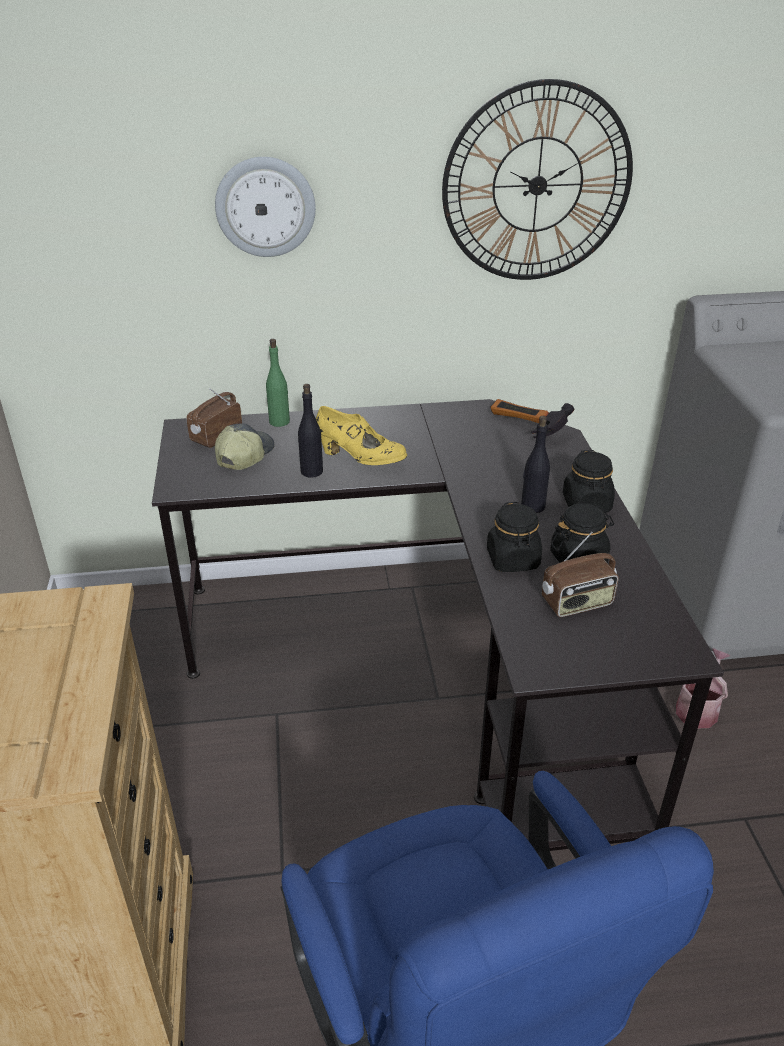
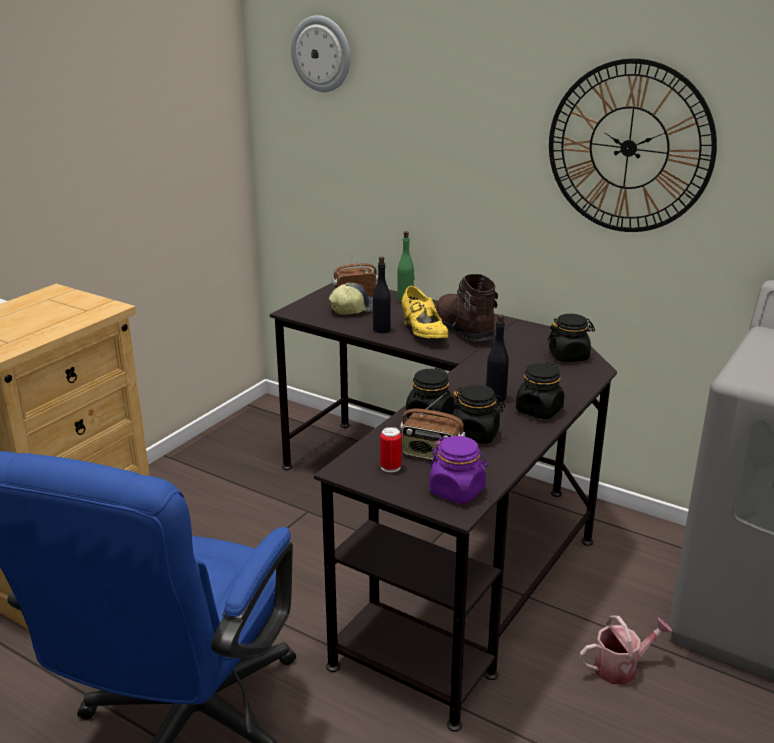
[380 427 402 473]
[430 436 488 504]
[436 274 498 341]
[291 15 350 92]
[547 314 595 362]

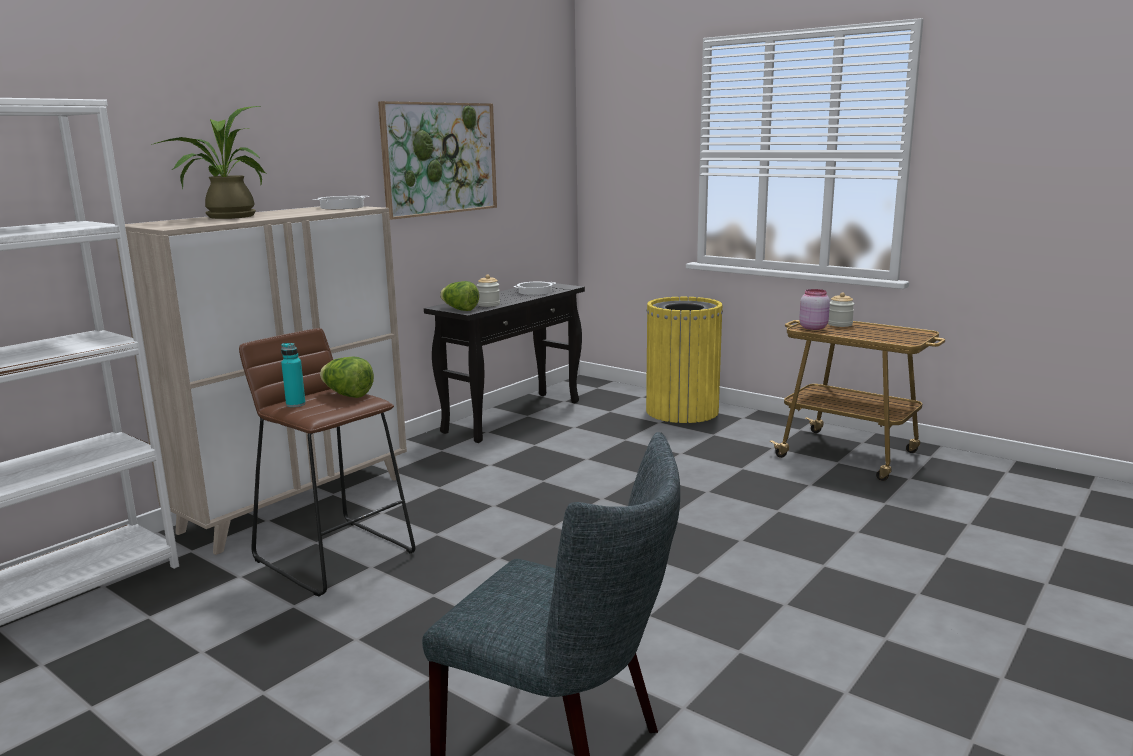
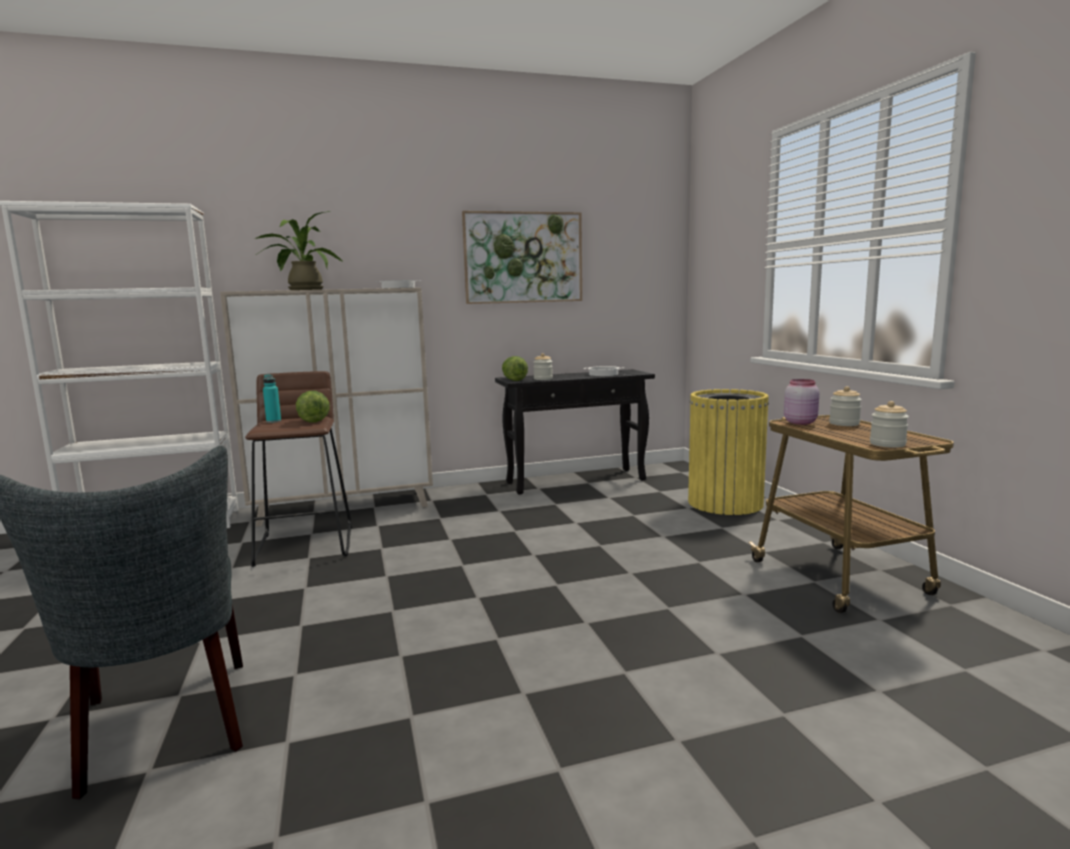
[870 401 909 448]

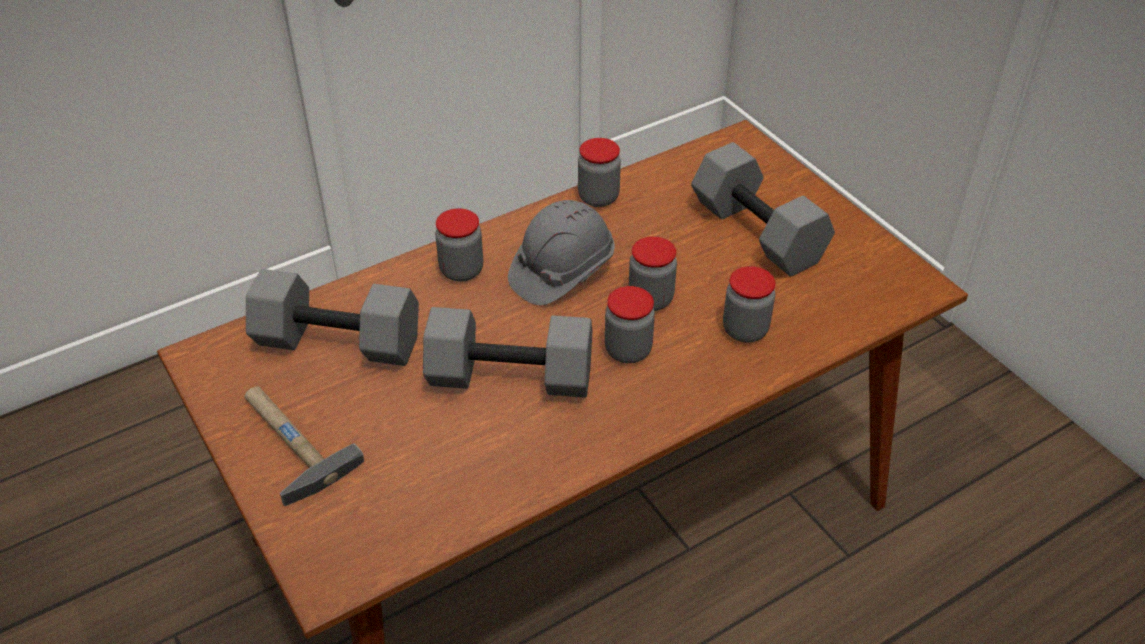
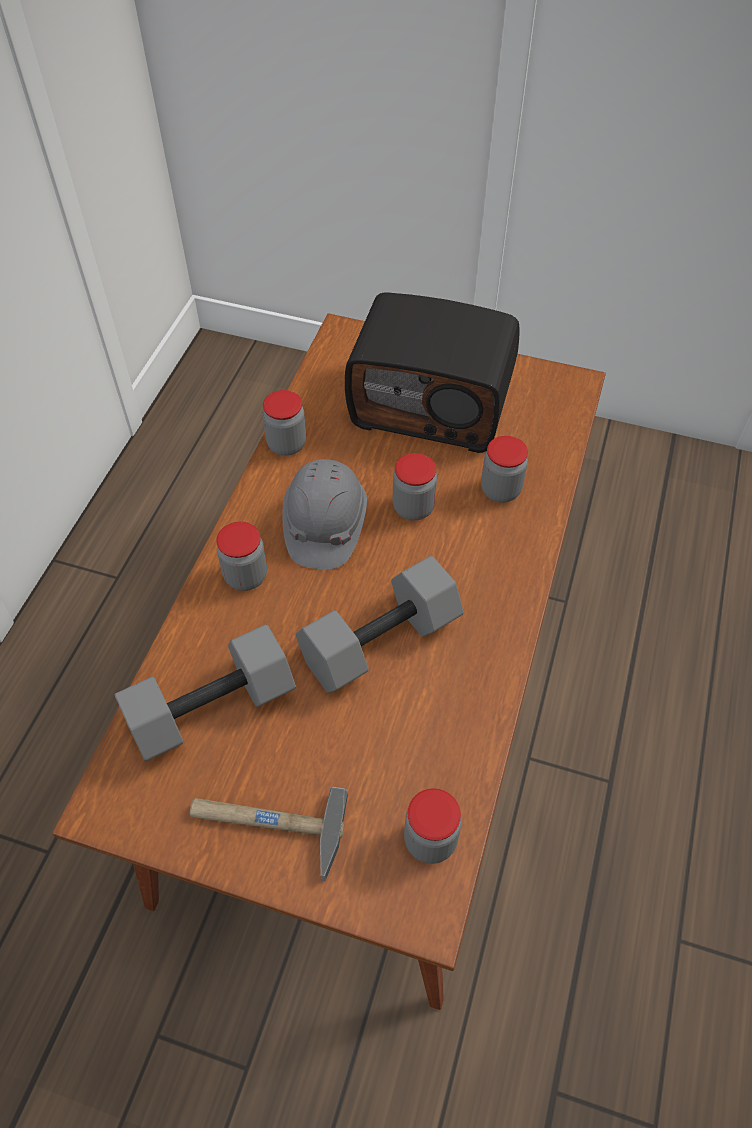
[404 788 462 864]
[345 293 520 453]

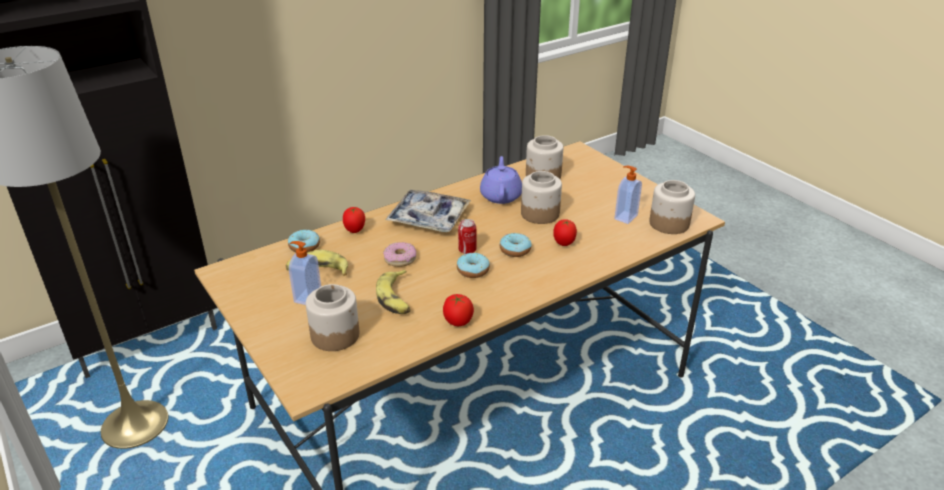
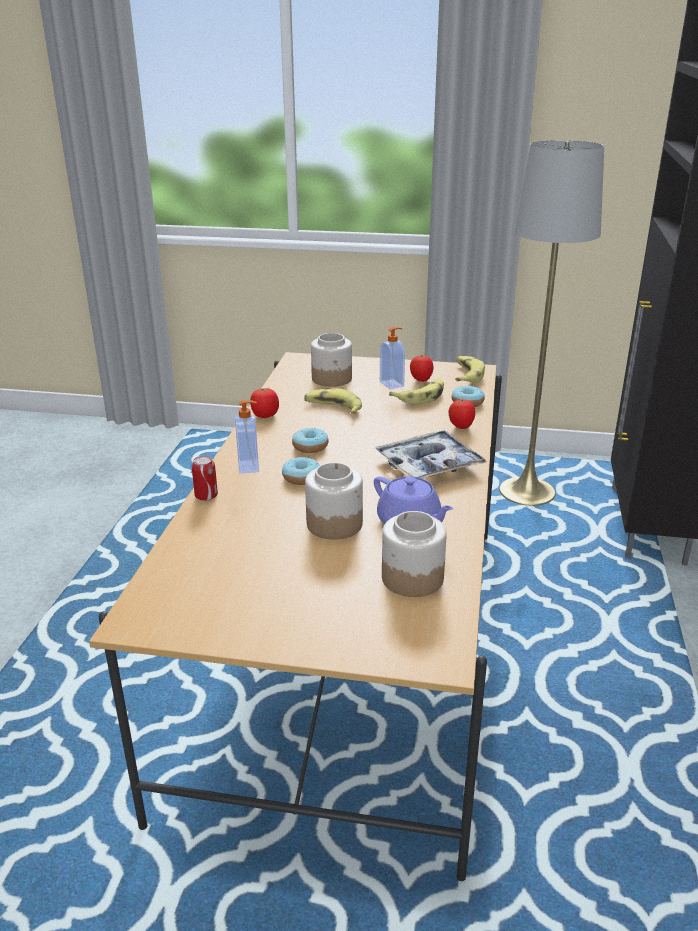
[383 242 416 267] (first image)
[649 180 695 234] (first image)
[455 356 485 382]
[192 456 218 501]
[410 354 434 382]
[235 400 259 474]

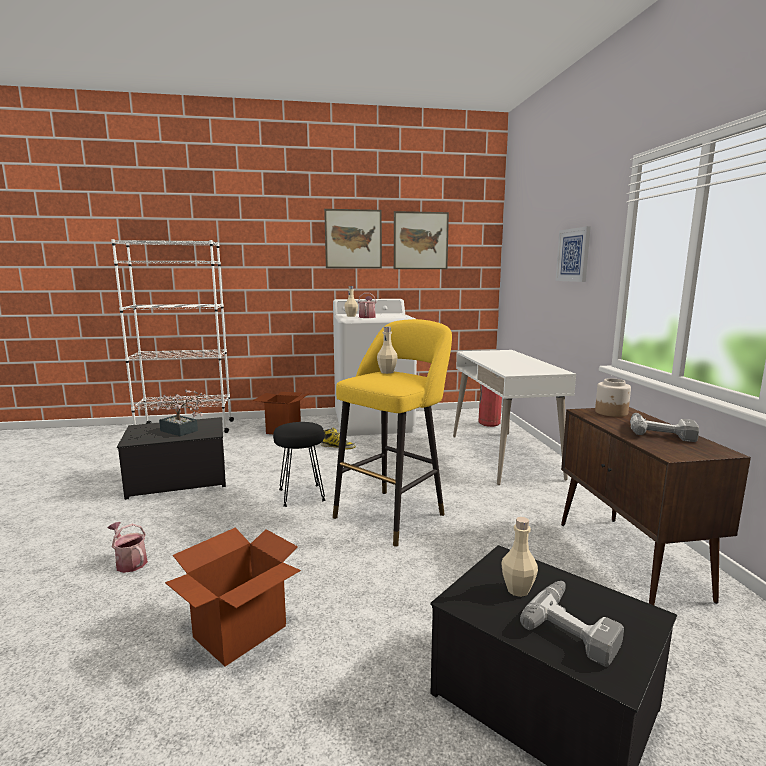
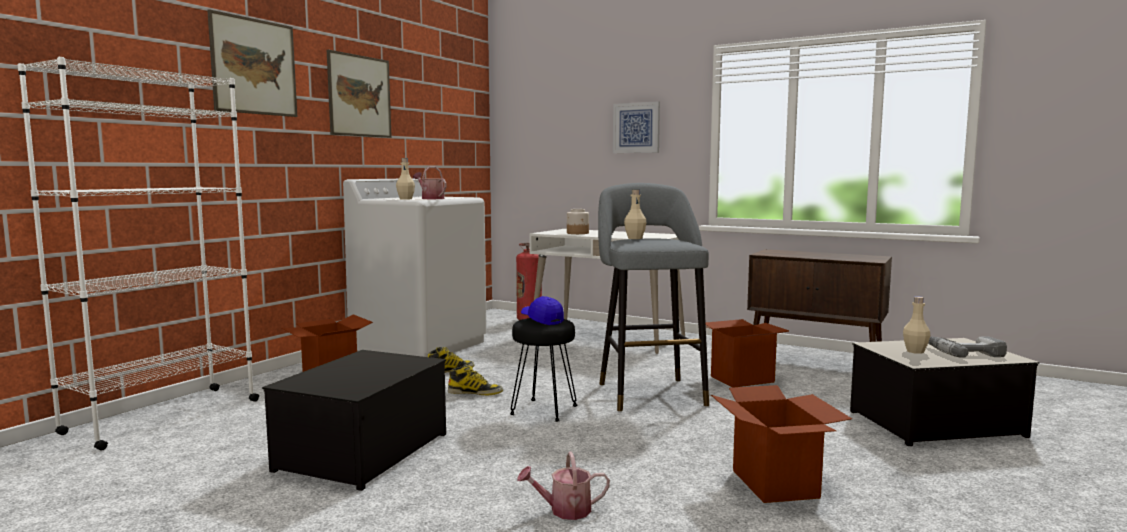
[151 390 206 436] (first image)
[630 413 699 442] (first image)
[448 364 503 396]
[521 296 564 325]
[706 319 789 388]
[207 9 297 117]
[567 209 589 234]
[598 183 709 411]

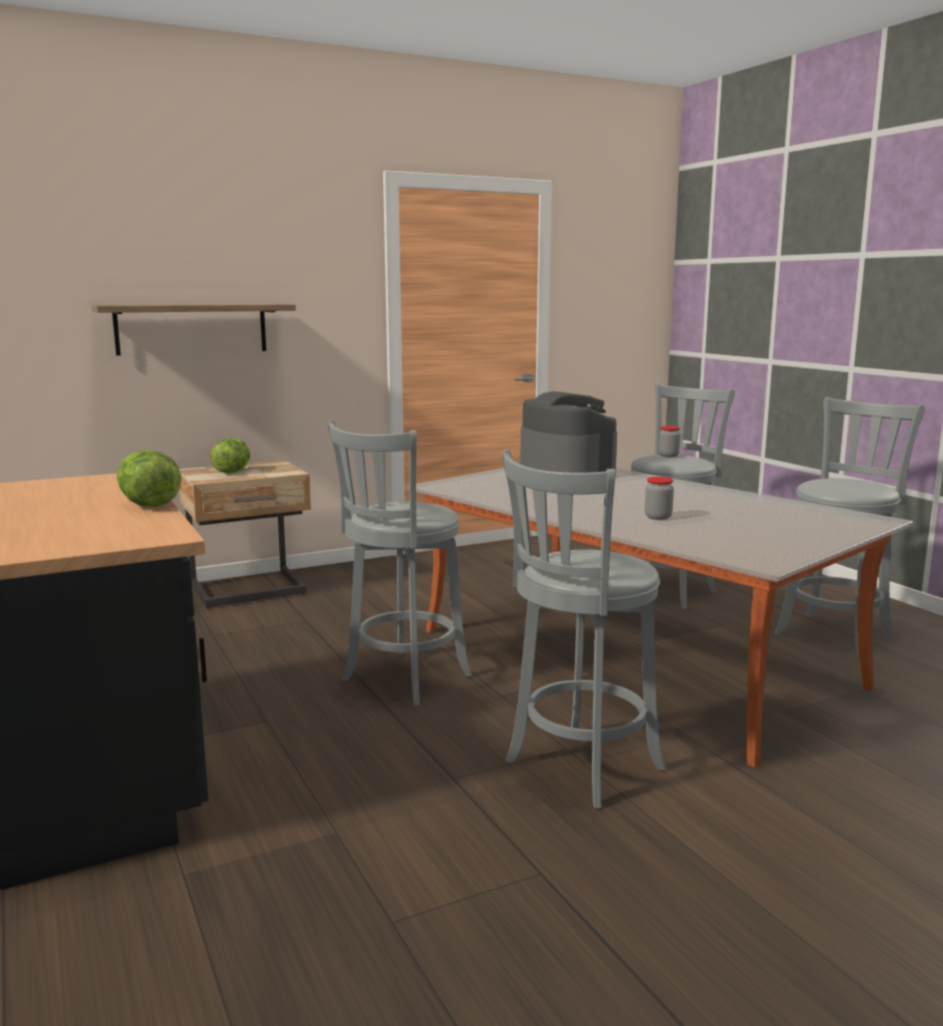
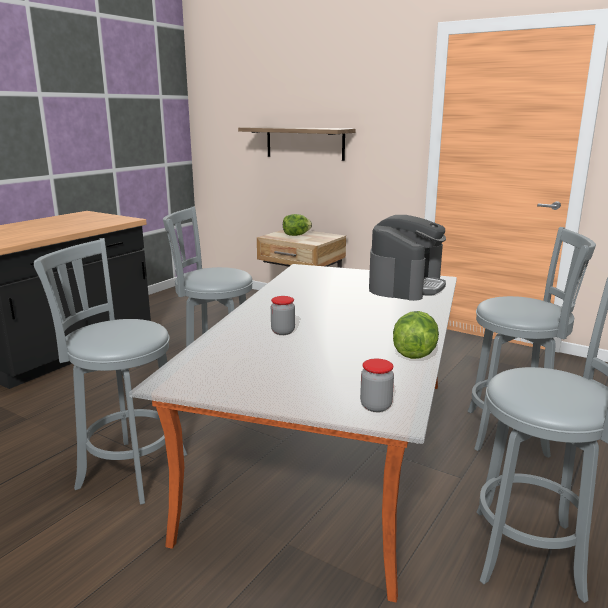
[393 311 439 359]
[360 359 394 412]

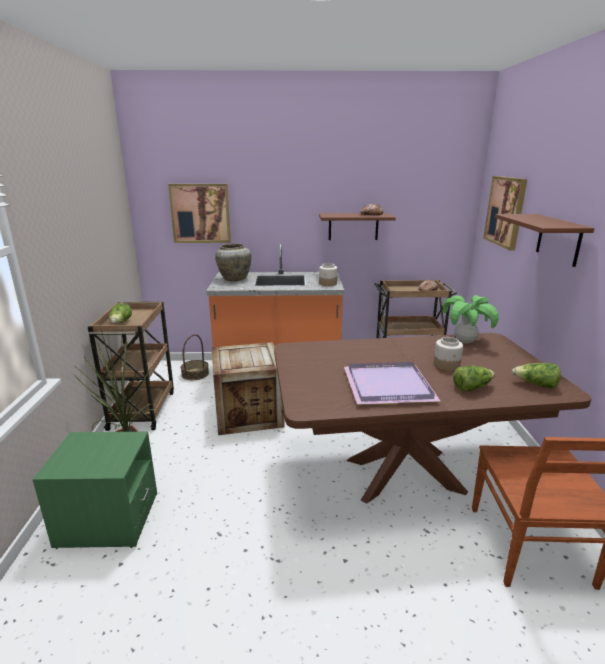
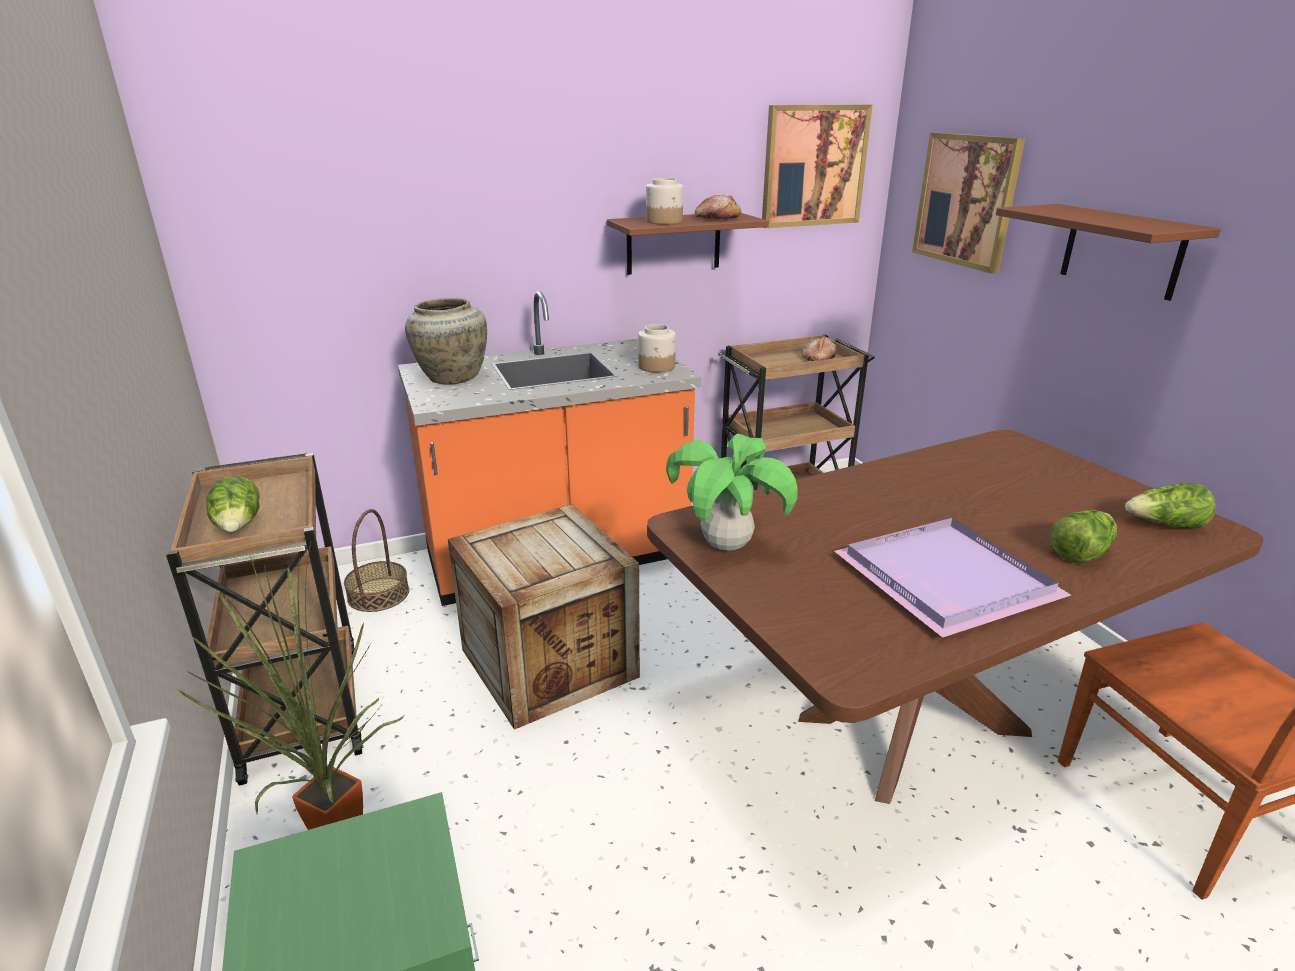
[762 105 872 228]
[646 178 683 224]
[666 433 798 551]

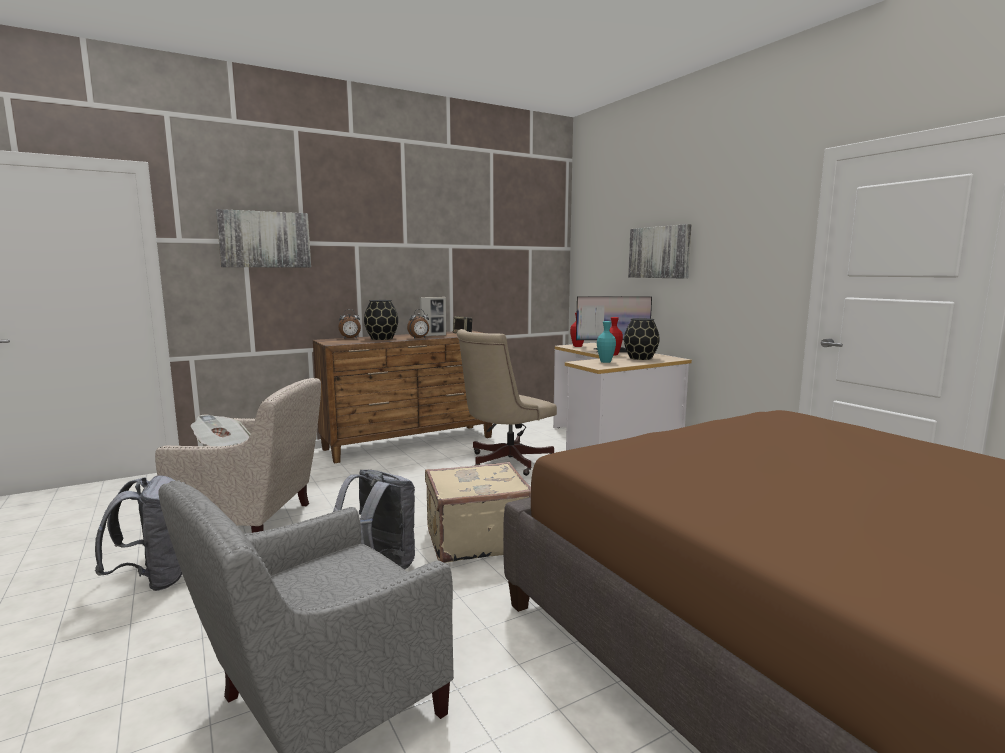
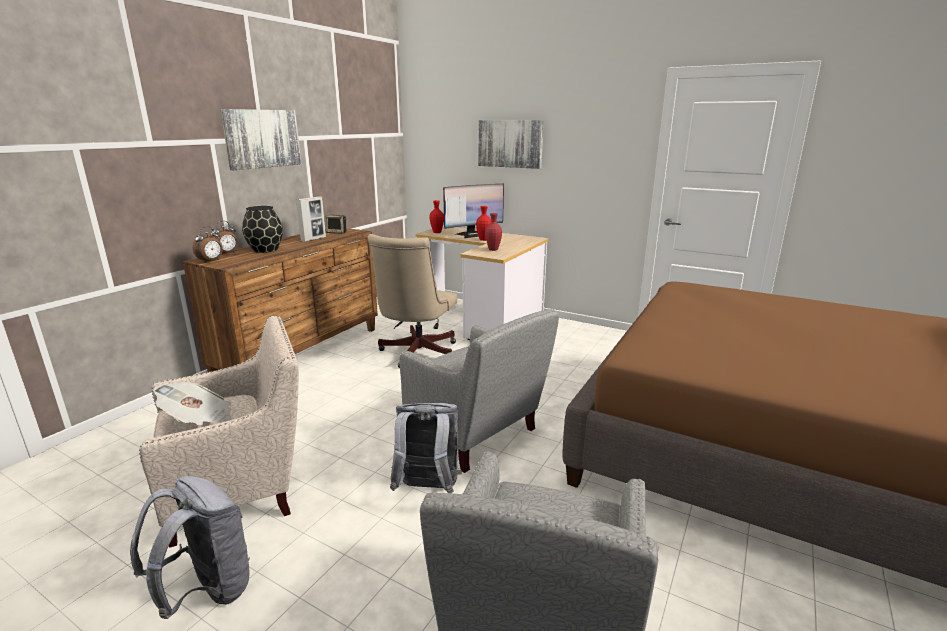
[624 318 660 360] (first image)
[220 109 301 170]
[193 226 223 263]
[400 309 559 473]
[485 213 502 251]

